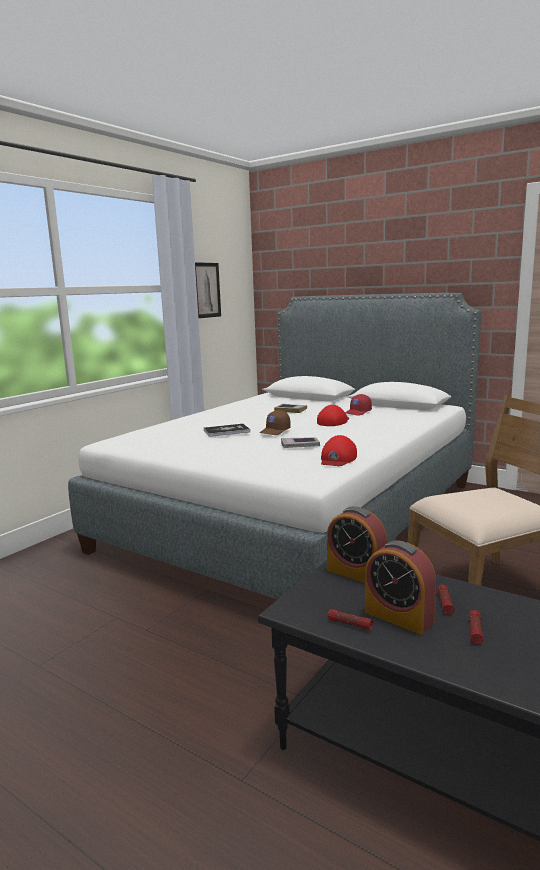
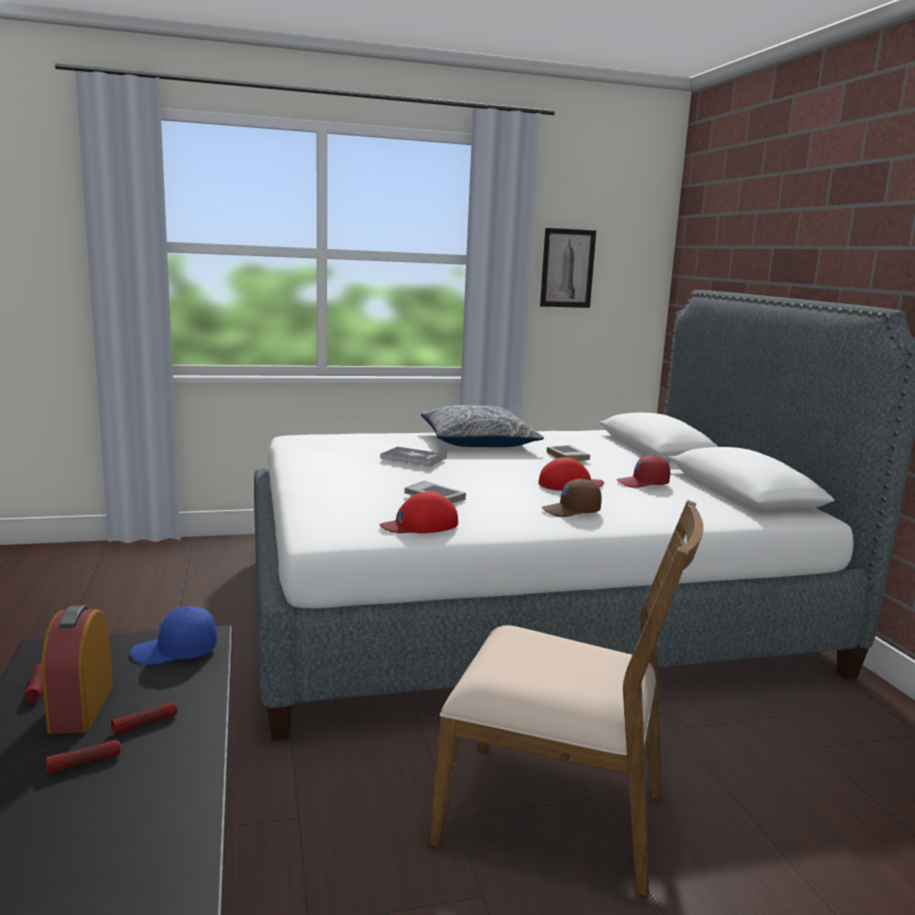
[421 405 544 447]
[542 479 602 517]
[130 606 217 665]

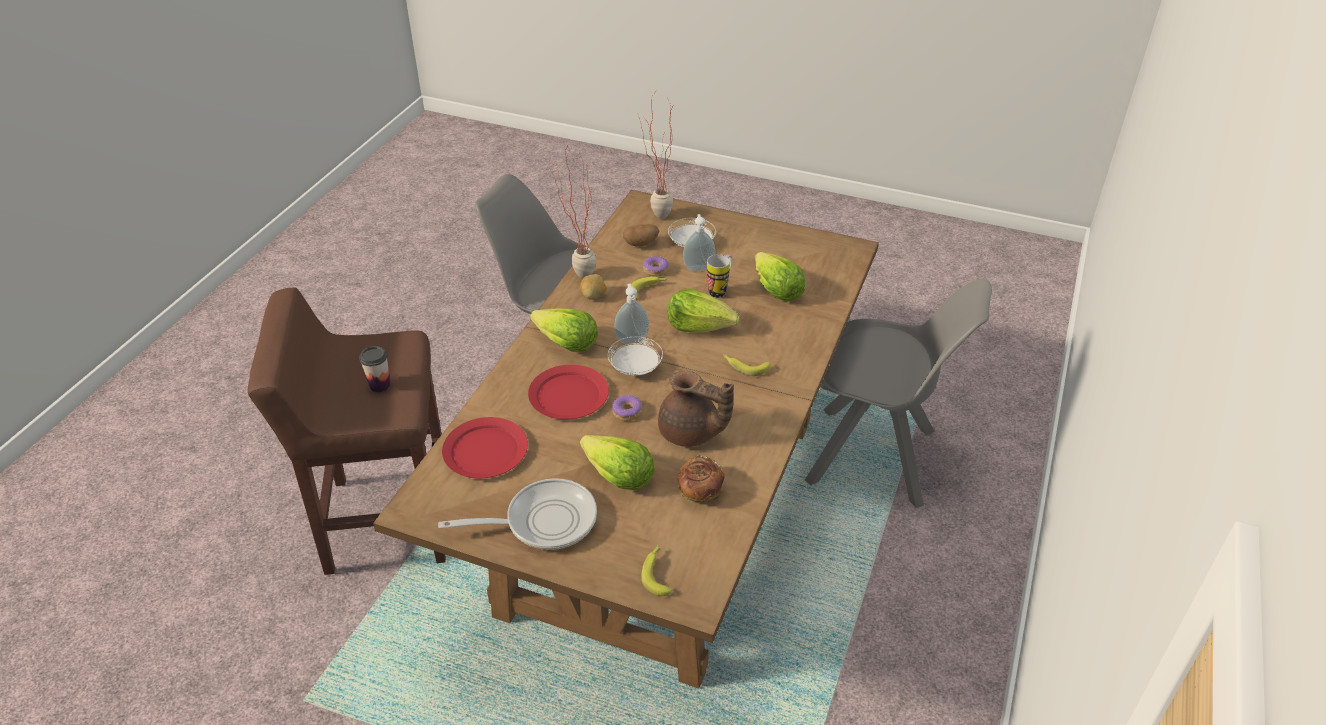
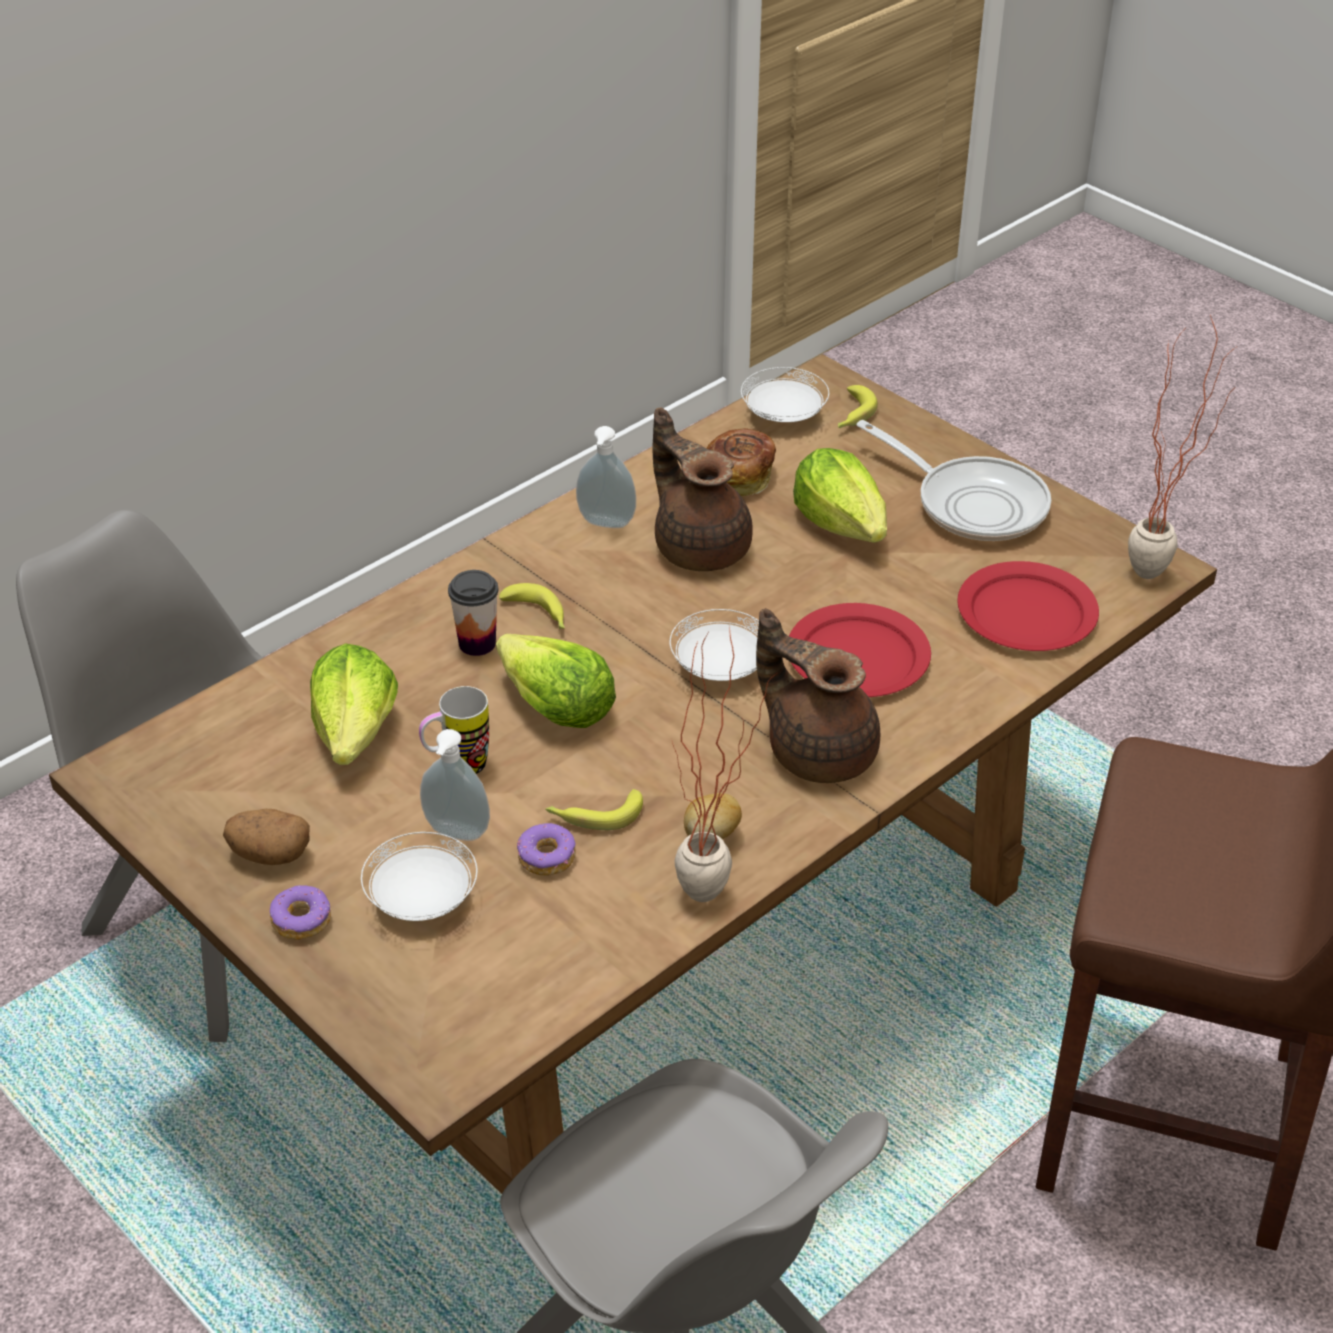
[741 367 829 422]
[448 570 499 656]
[270 885 331 940]
[576 426 636 528]
[223 809 310 865]
[1128 315 1236 579]
[756 608 880 783]
[856 420 1051 541]

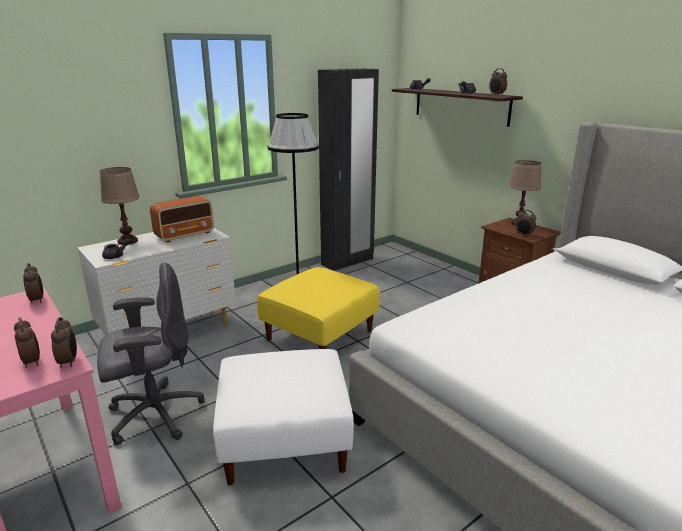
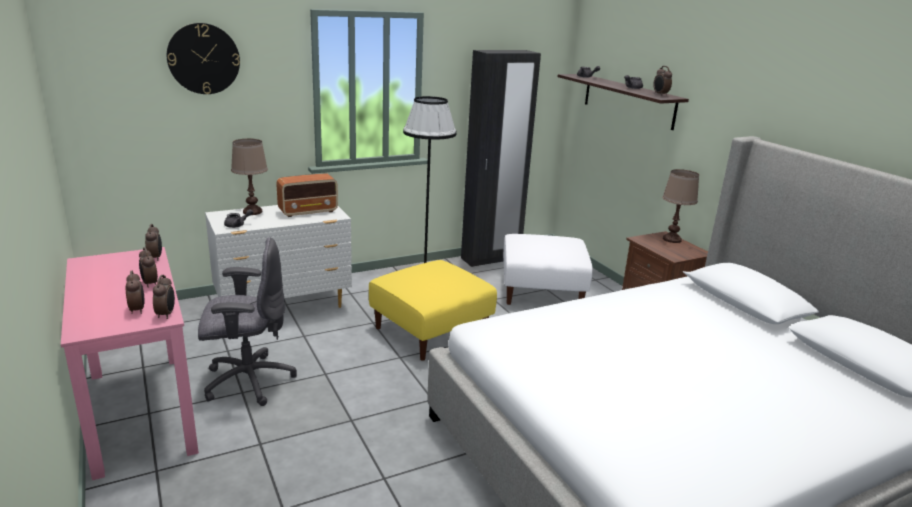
[167 23 240 94]
[503 234 593 305]
[139 247 158 288]

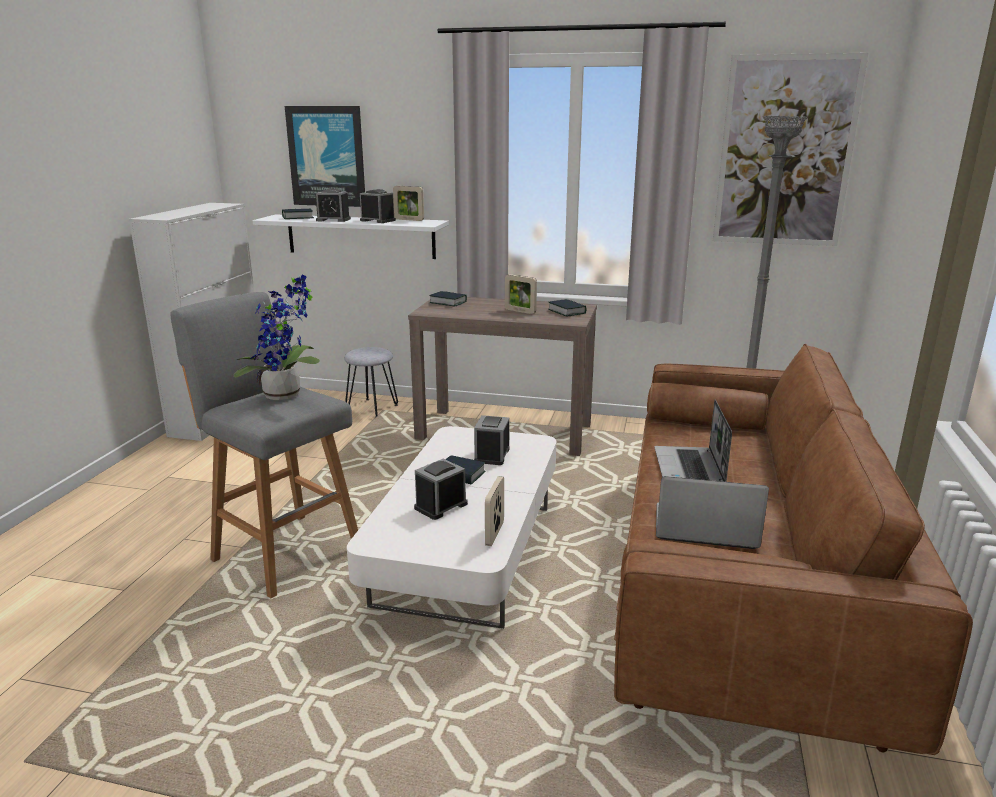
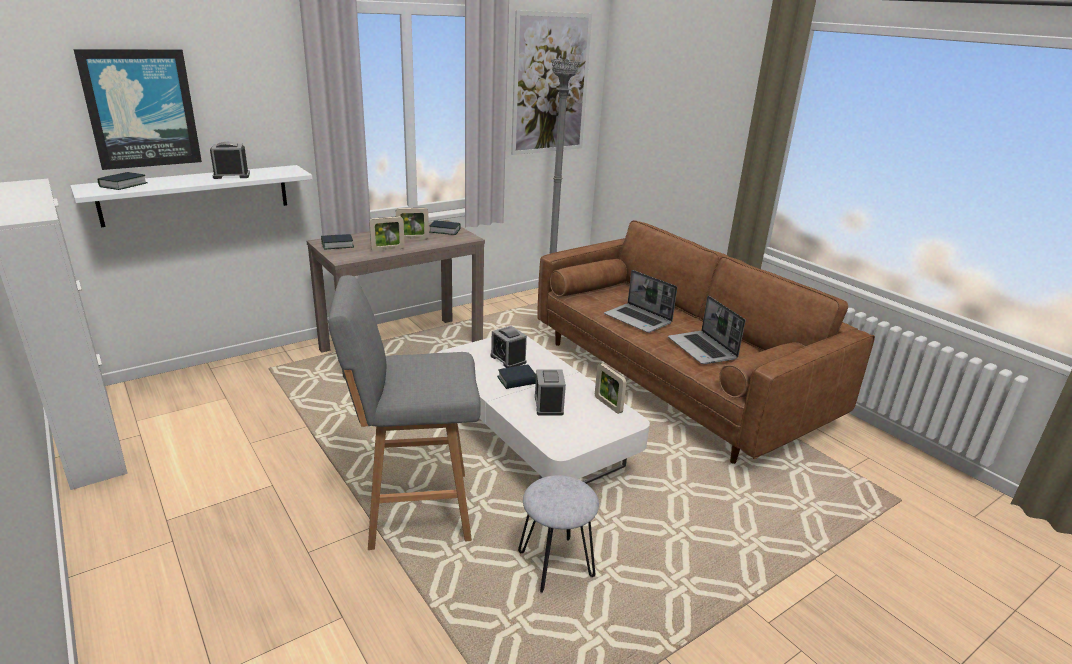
[234 275 320 400] (first image)
[316 189 351 222] (first image)
[518 475 599 593]
[369 216 405 252]
[668 295 745 364]

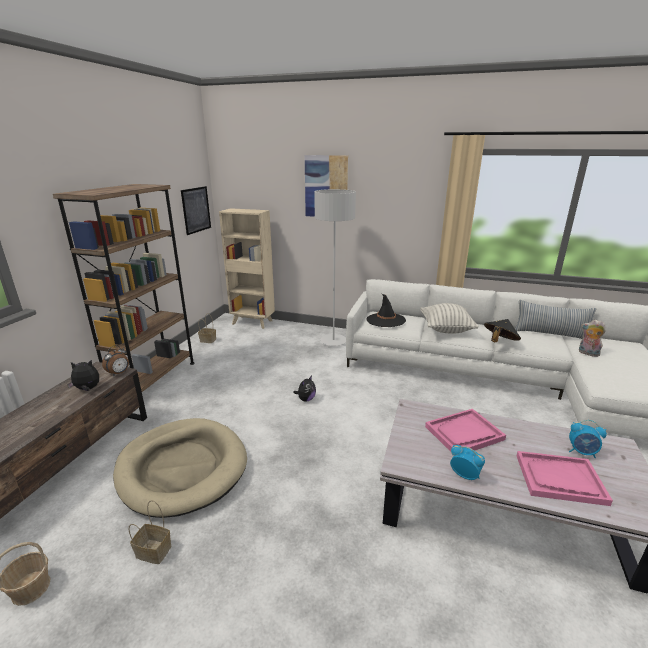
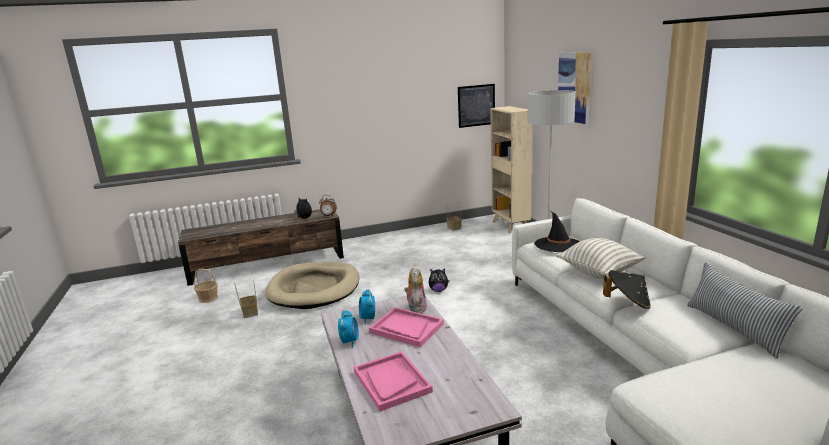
[53 184 195 392] (first image)
[359 289 375 324]
[404 265 427 314]

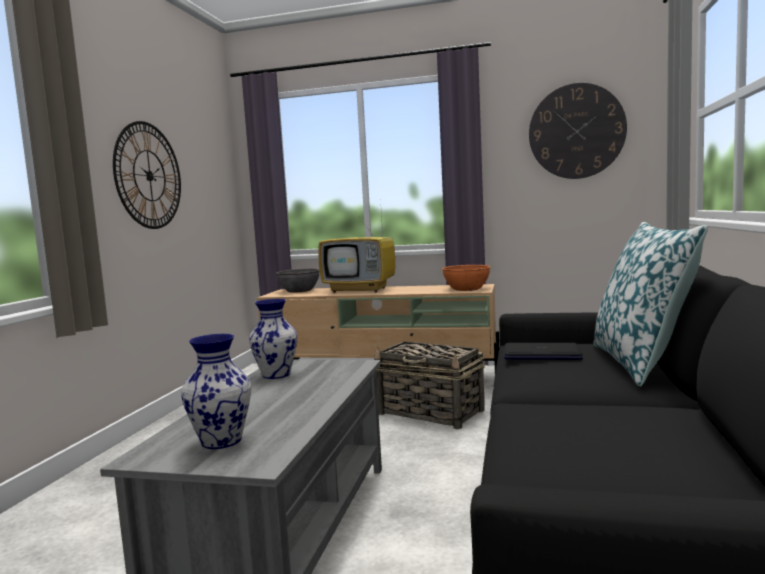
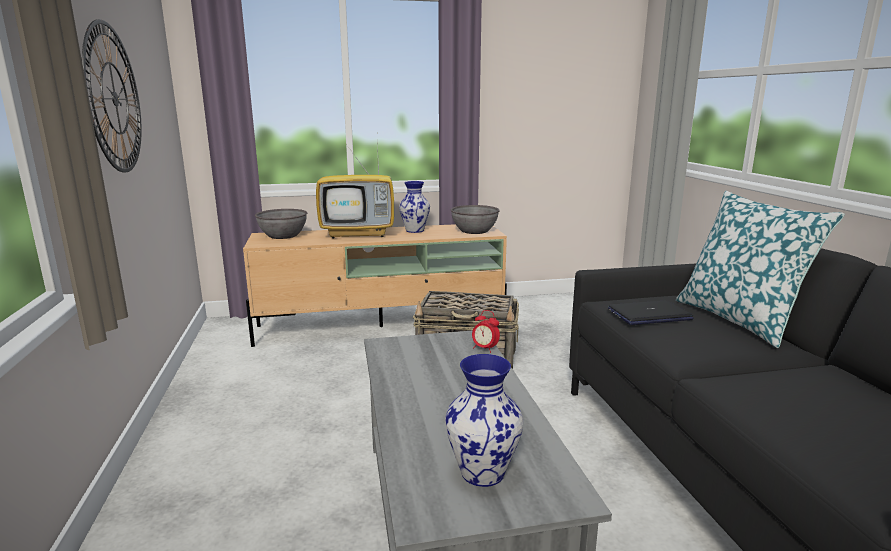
[529 83 627 179] (first image)
[472 310 500 353]
[399 181 430 233]
[451 205 500 234]

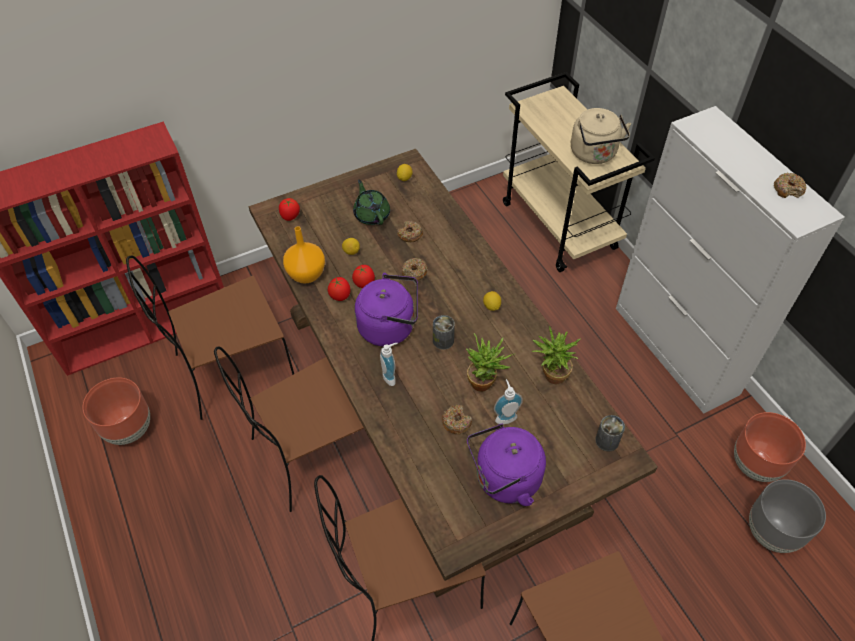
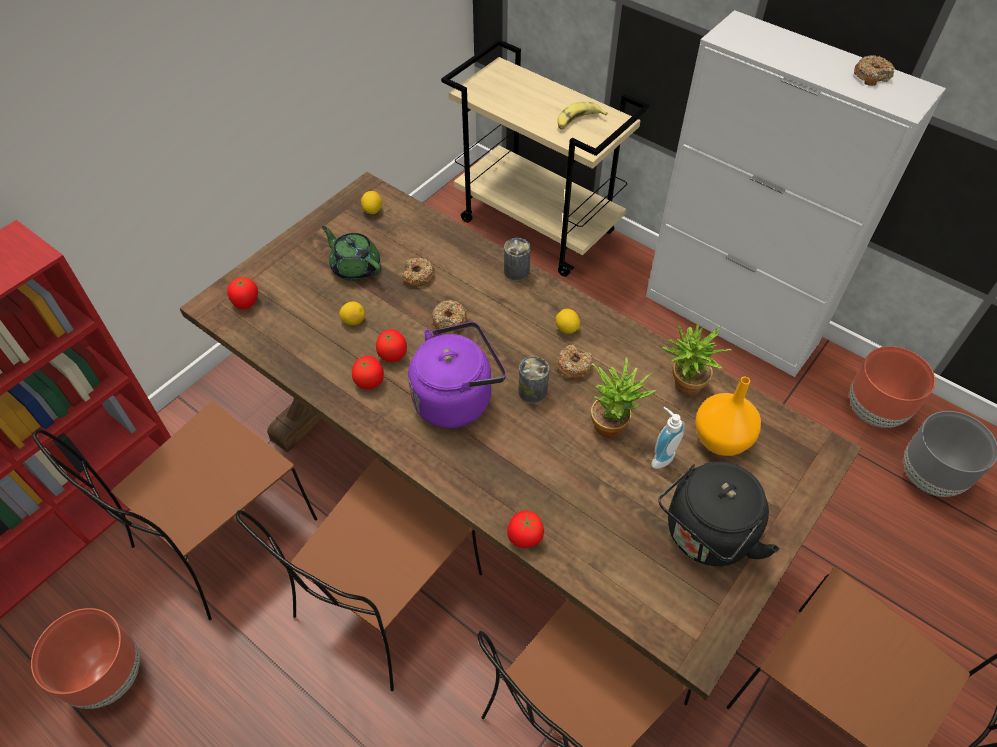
[380 343 398 386] (first image)
[507 511 544 548]
[695 377 761 456]
[556 344 593 379]
[504 238 531 281]
[558 102 608 130]
[659 461 780 566]

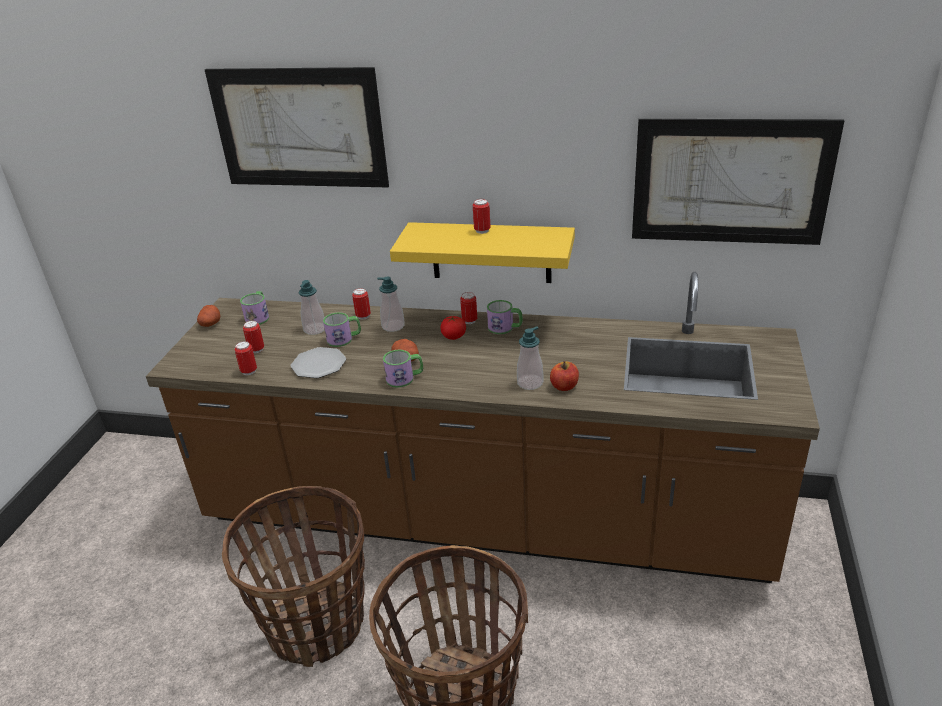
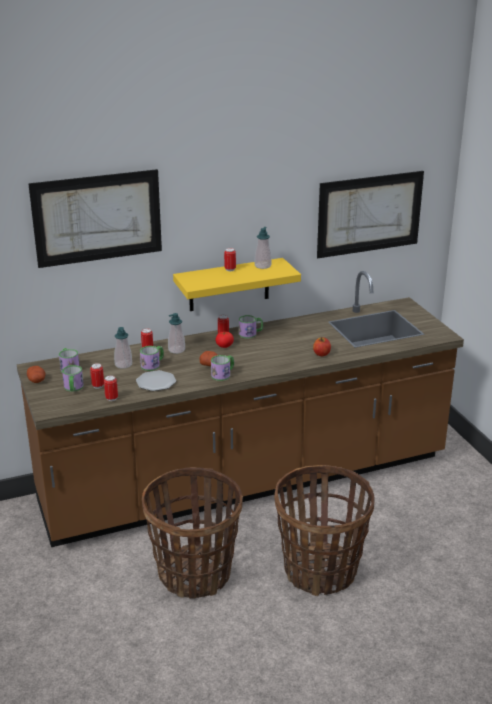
[62 365 84 392]
[255 227 272 269]

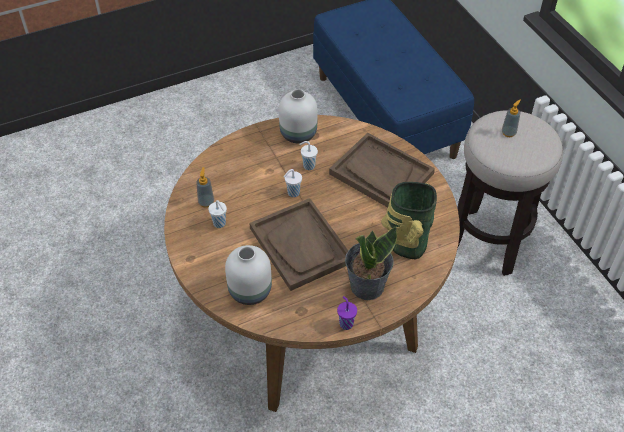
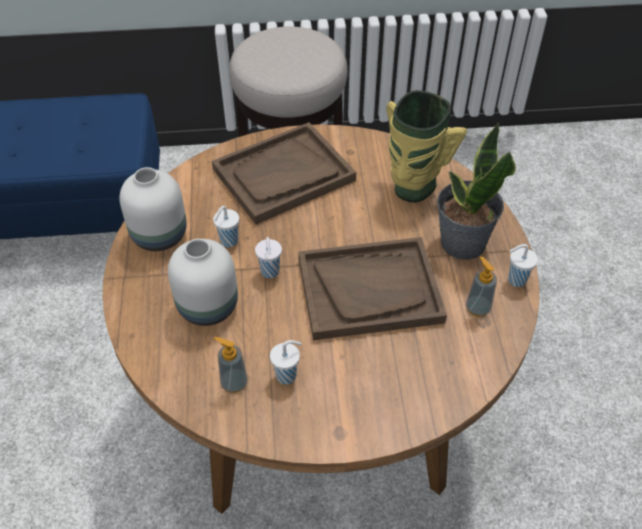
[168 239 238 326]
[466 256 497 317]
[508 244 538 287]

